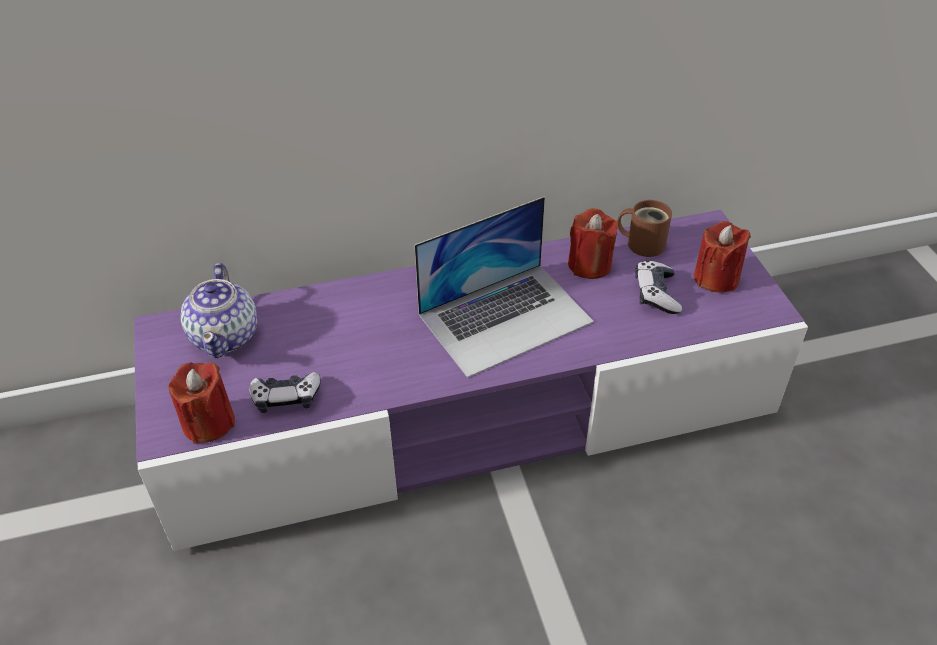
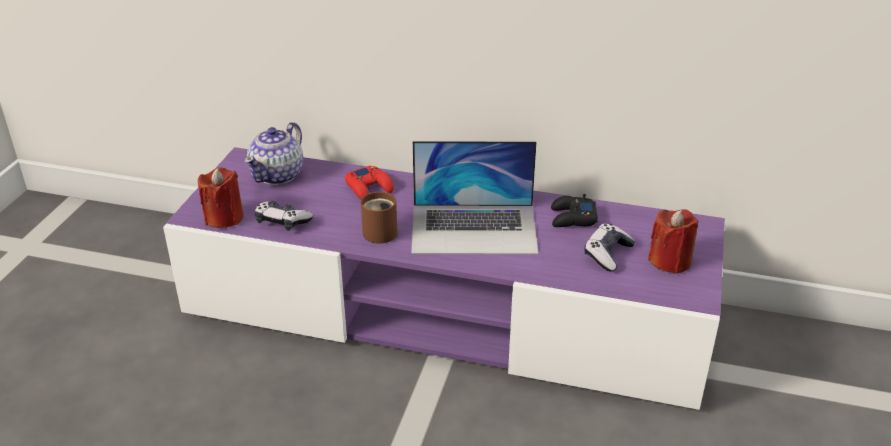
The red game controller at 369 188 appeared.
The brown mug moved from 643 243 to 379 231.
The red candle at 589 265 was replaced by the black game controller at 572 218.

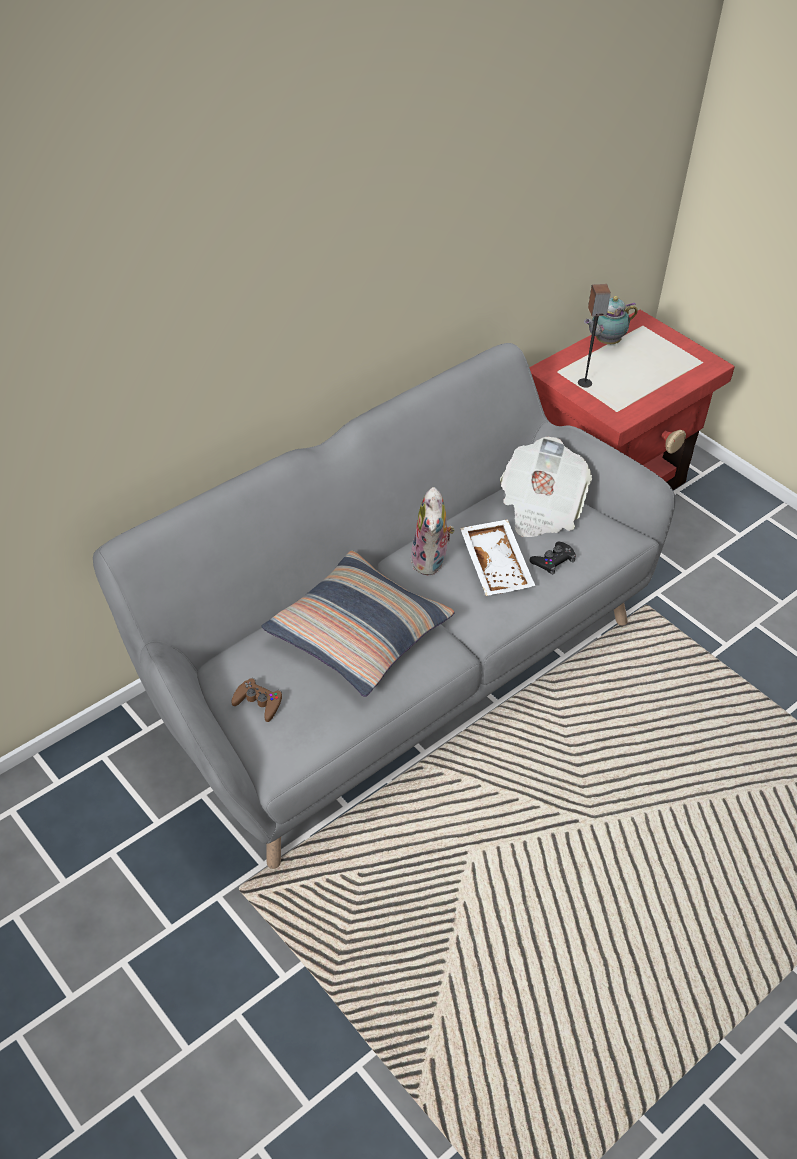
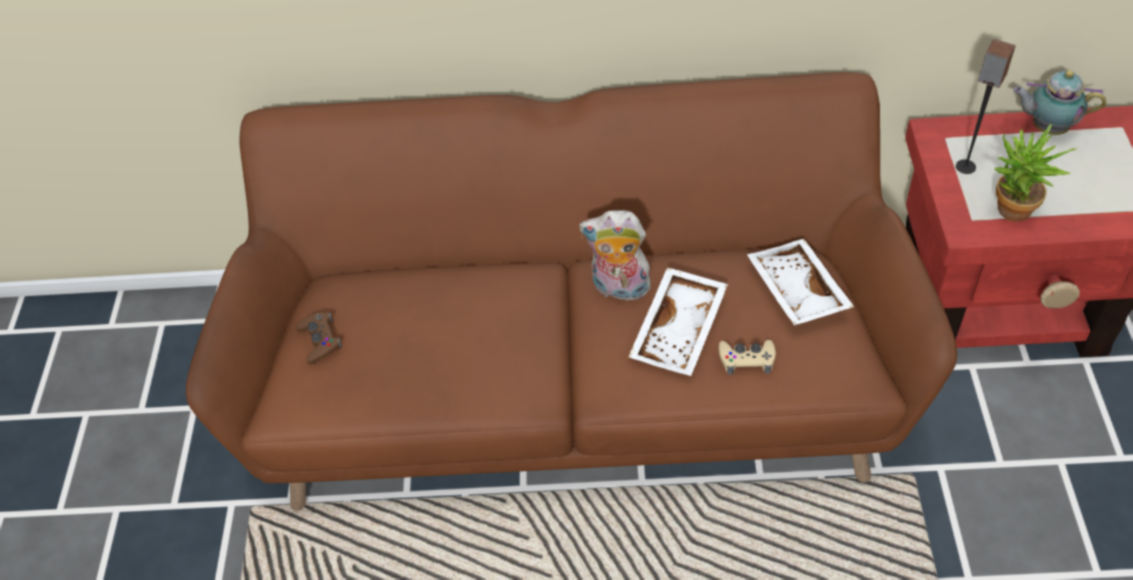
The grey sofa at 395 668 became the brown sofa at 575 385.
The plush toy at 431 561 turned 60 degrees clockwise.
The black game controller at 553 561 became the beige game controller at 746 359.
The newspaper at 540 508 was replaced by the white tray at 795 291.
The potted plant at 1010 214 appeared.
The pillow at 358 634 disappeared.

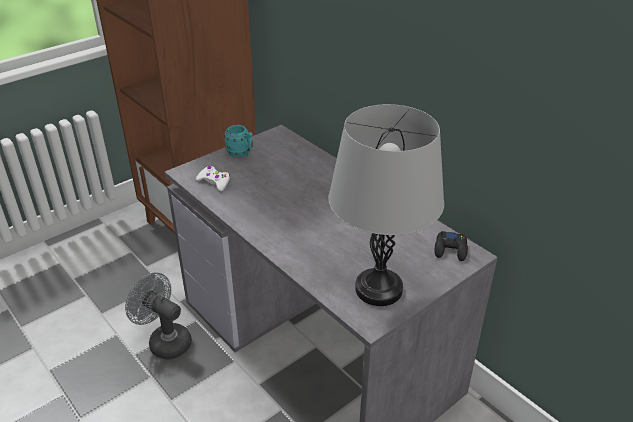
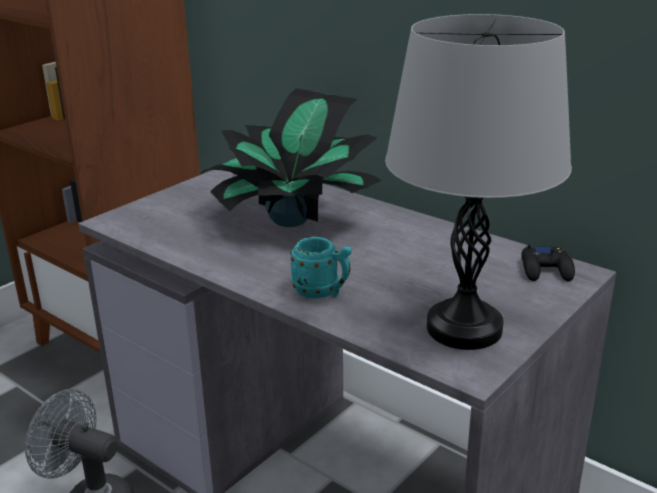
The potted plant at 291 220 appeared.
The turquoise mug moved from 241 154 to 322 292.
The white game controller at 214 182 disappeared.

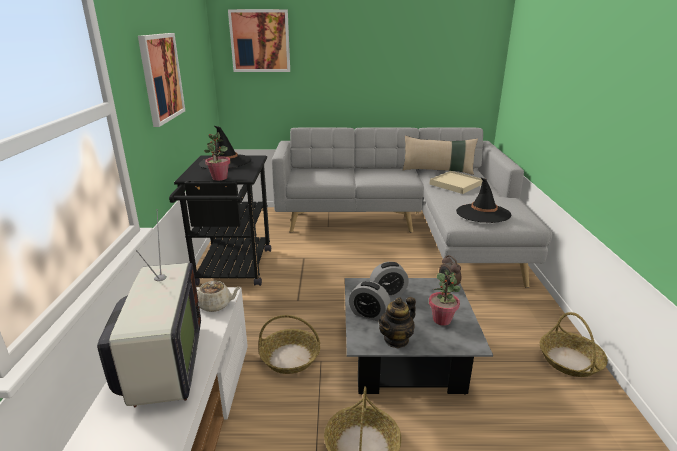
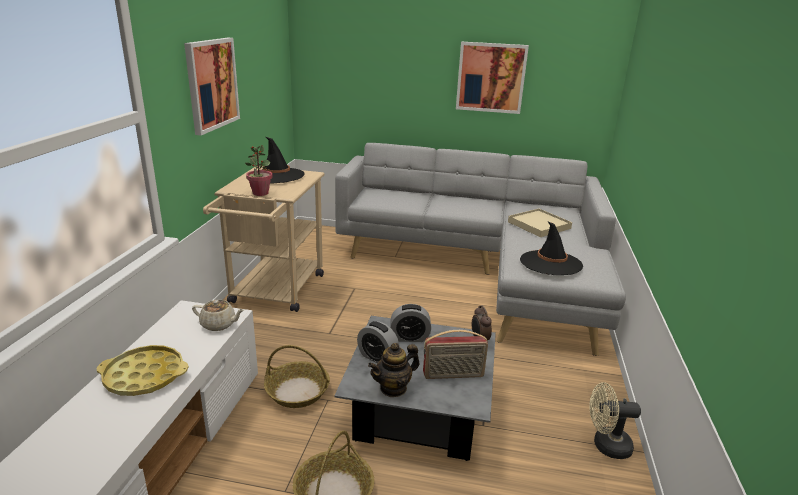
The television at 162 366 was replaced by the yellow tray at 144 376.
The black cart at 232 271 became the beige cart at 274 293.
The potted plant at 442 320 was replaced by the radio at 453 375.
The picture moved from 260 41 to 491 77.
The basket at 570 361 was replaced by the beige fan at 605 445.
The beige pillow at 438 171 disappeared.

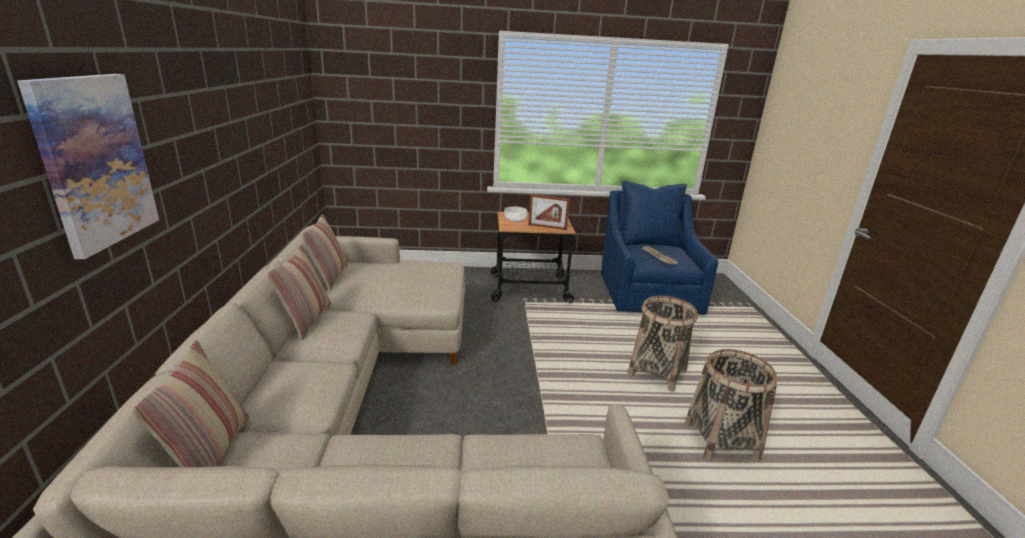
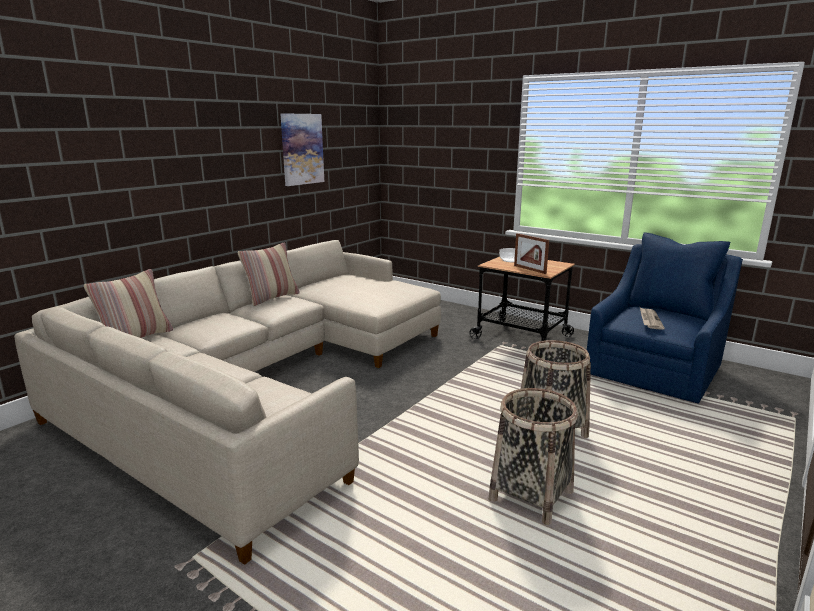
The picture moved from 95 162 to 302 149.
The pillow at 329 277 disappeared.

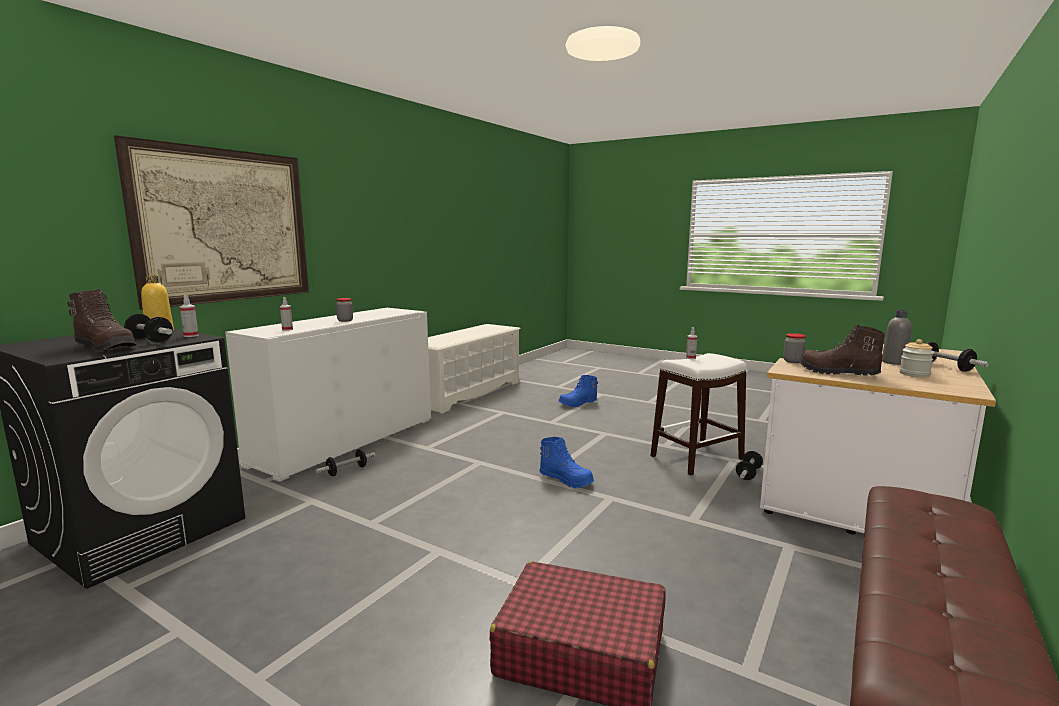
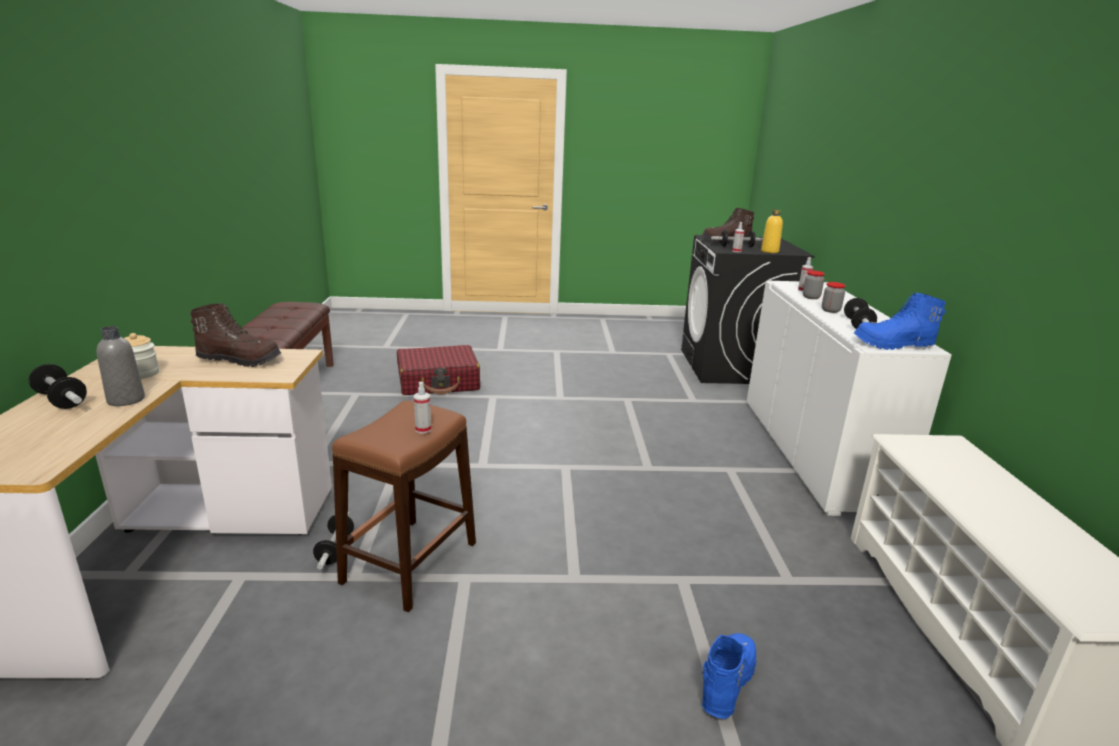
The white stool at 696 457 became the brown stool at 411 562.
The jar moved from 793 361 to 811 297.
The dumbbell moved from 347 471 to 857 325.
The blue boot moved from 566 480 to 893 345.
The picture at 225 226 disappeared.

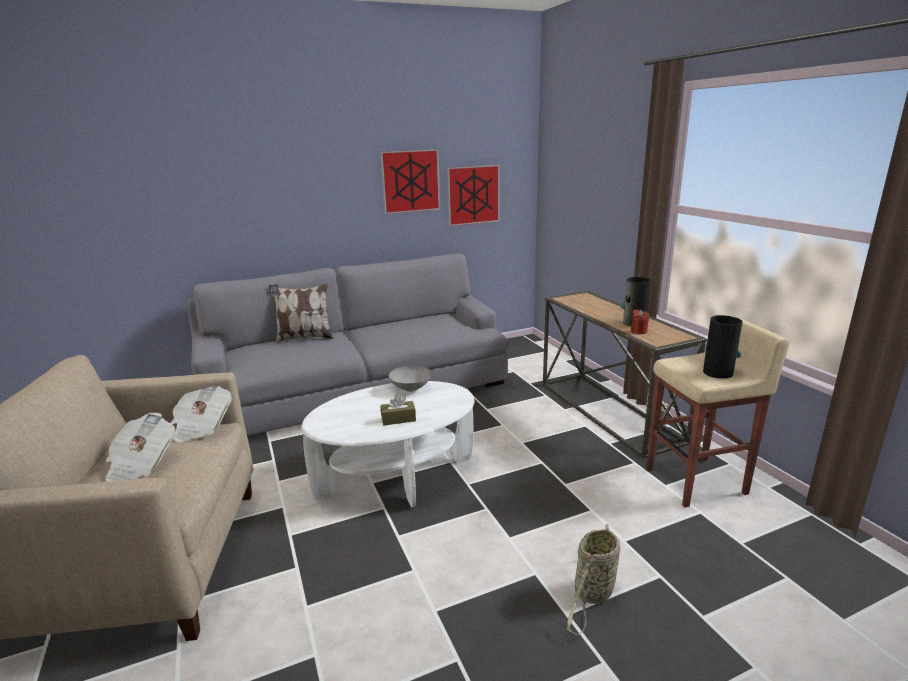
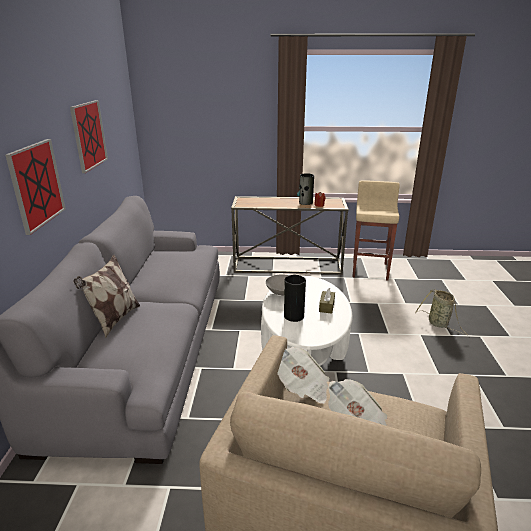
The picture moved from 473 195 to 36 185.
The vase moved from 718 372 to 293 315.

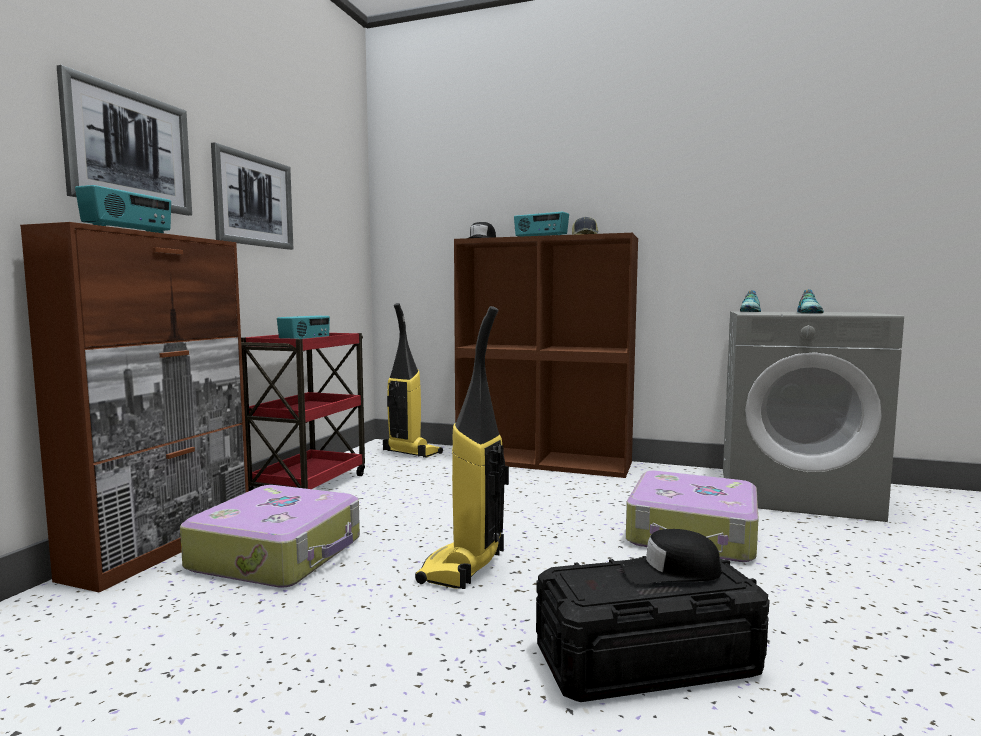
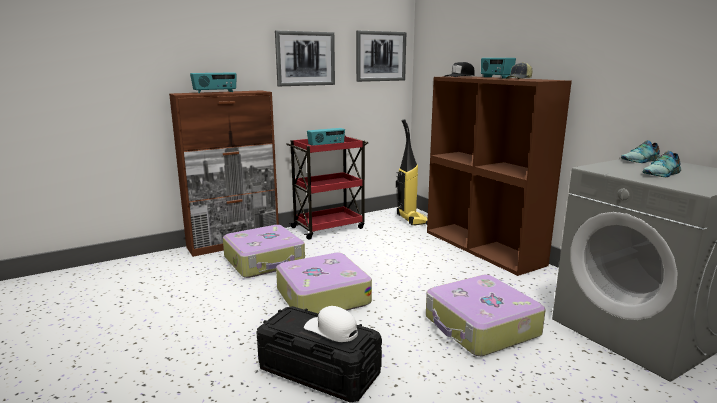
The vacuum cleaner at 463 568 was replaced by the suitcase at 322 296.
The black cap at 670 571 became the white cap at 331 330.
The picture moved from 129 149 to 381 56.

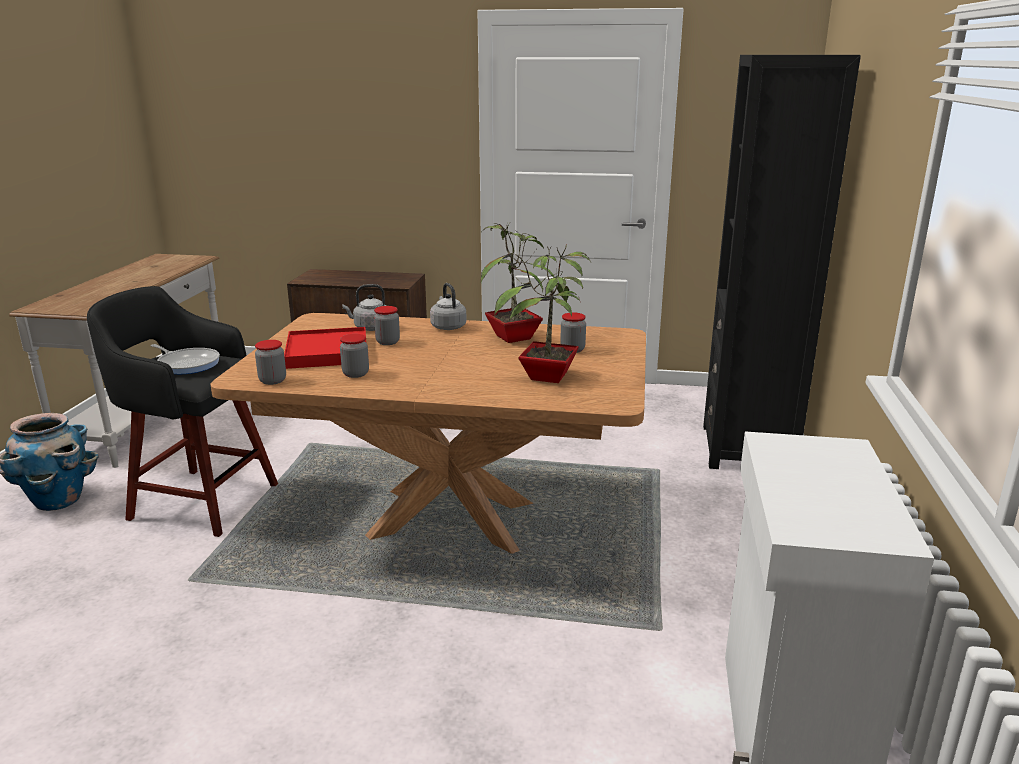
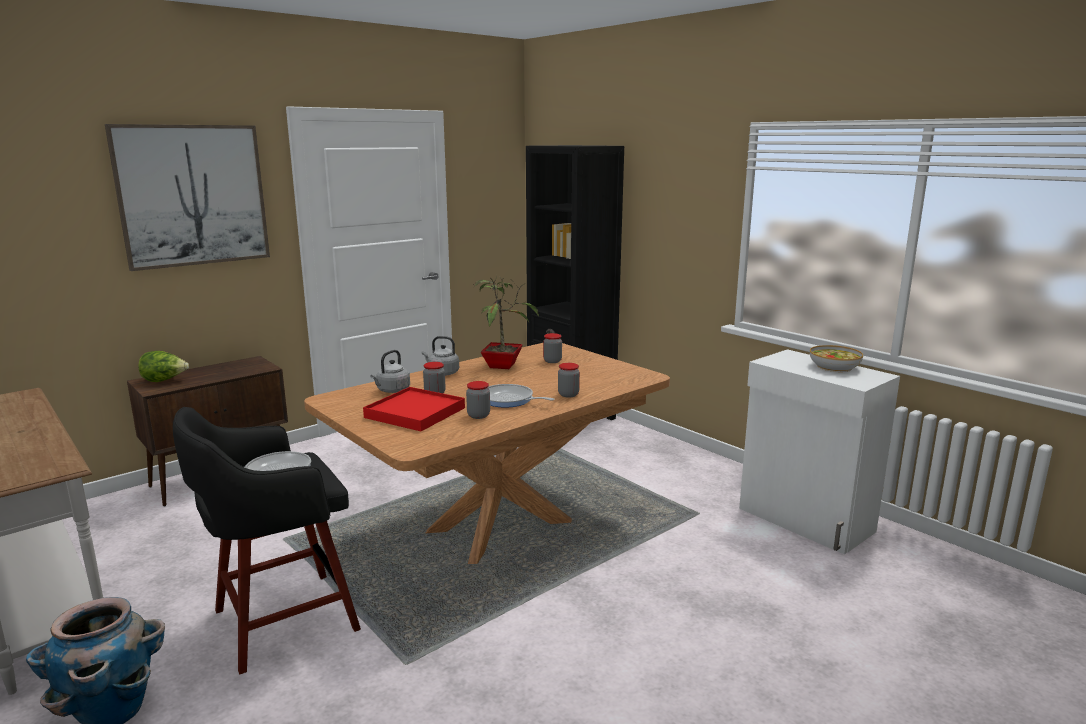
The picture at 193 195 appeared.
The lettuce at 164 380 appeared.
The frying pan at 509 400 appeared.
The jar moved from 272 380 to 568 394.
The bowl at 834 367 appeared.
The potted plant at 547 378 disappeared.

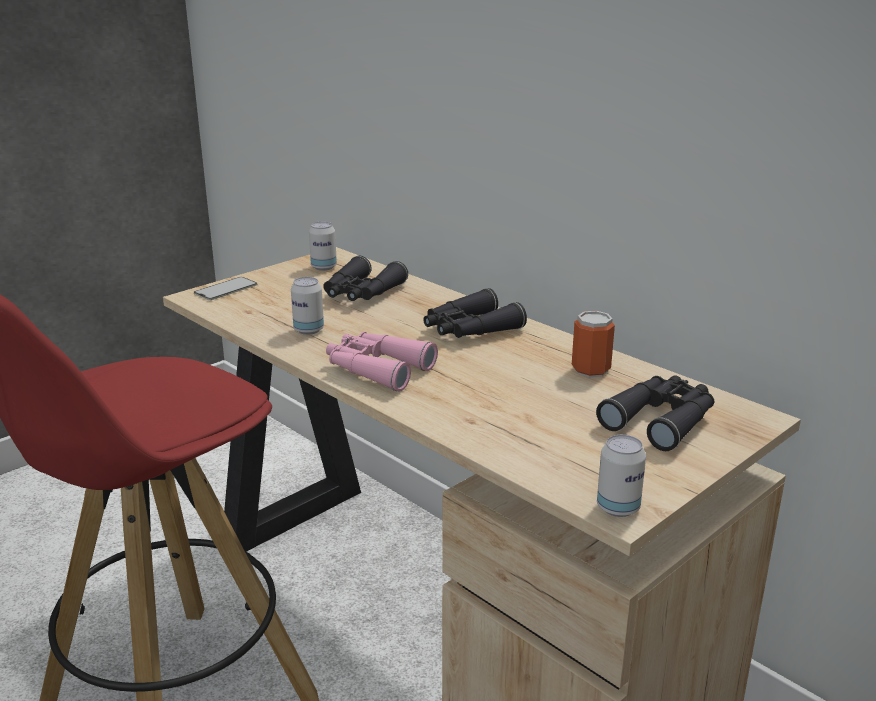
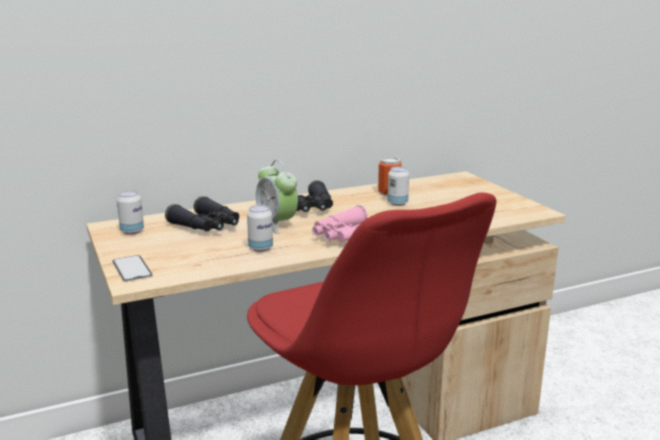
The alarm clock at 277 224 appeared.
The can moved from 618 508 to 397 203.
The black binoculars at 661 420 disappeared.

